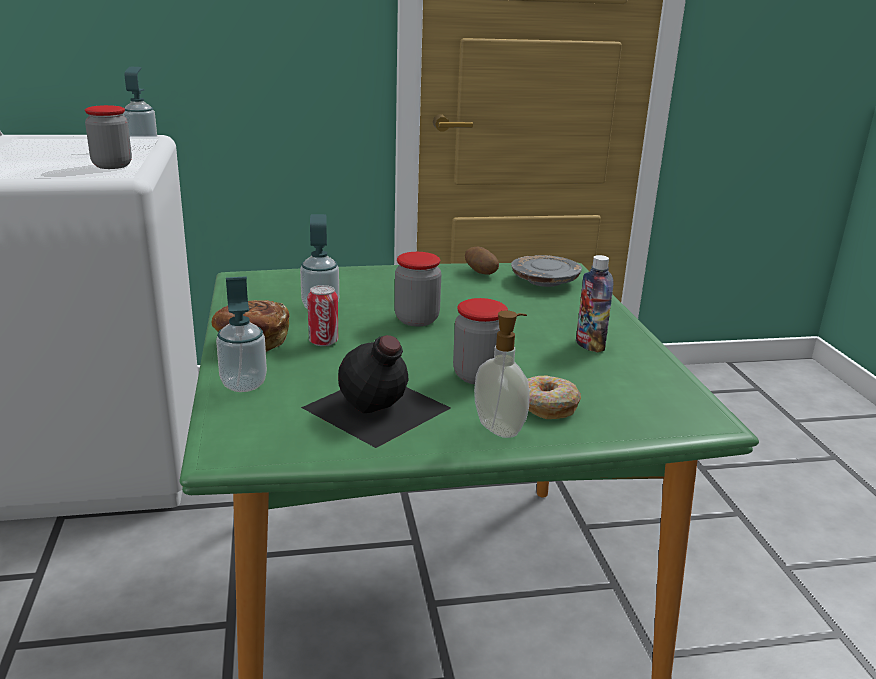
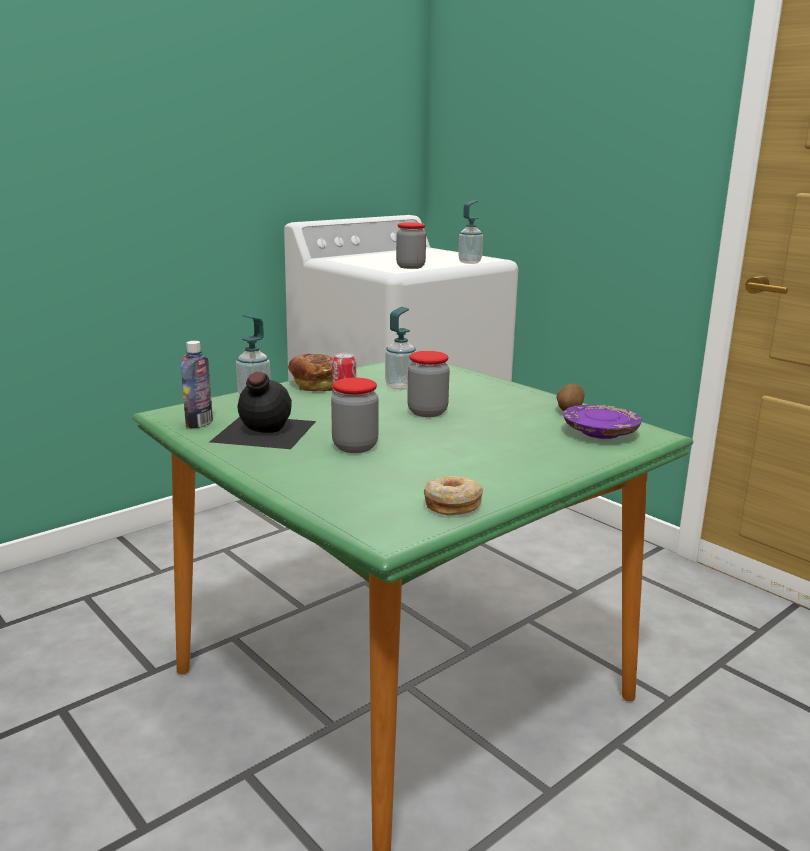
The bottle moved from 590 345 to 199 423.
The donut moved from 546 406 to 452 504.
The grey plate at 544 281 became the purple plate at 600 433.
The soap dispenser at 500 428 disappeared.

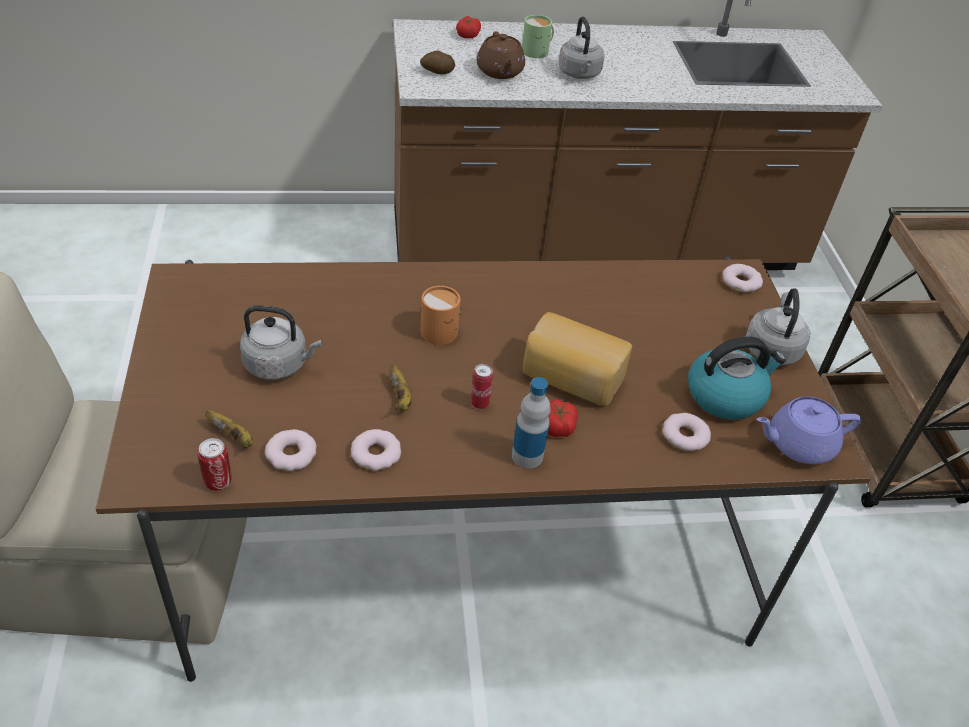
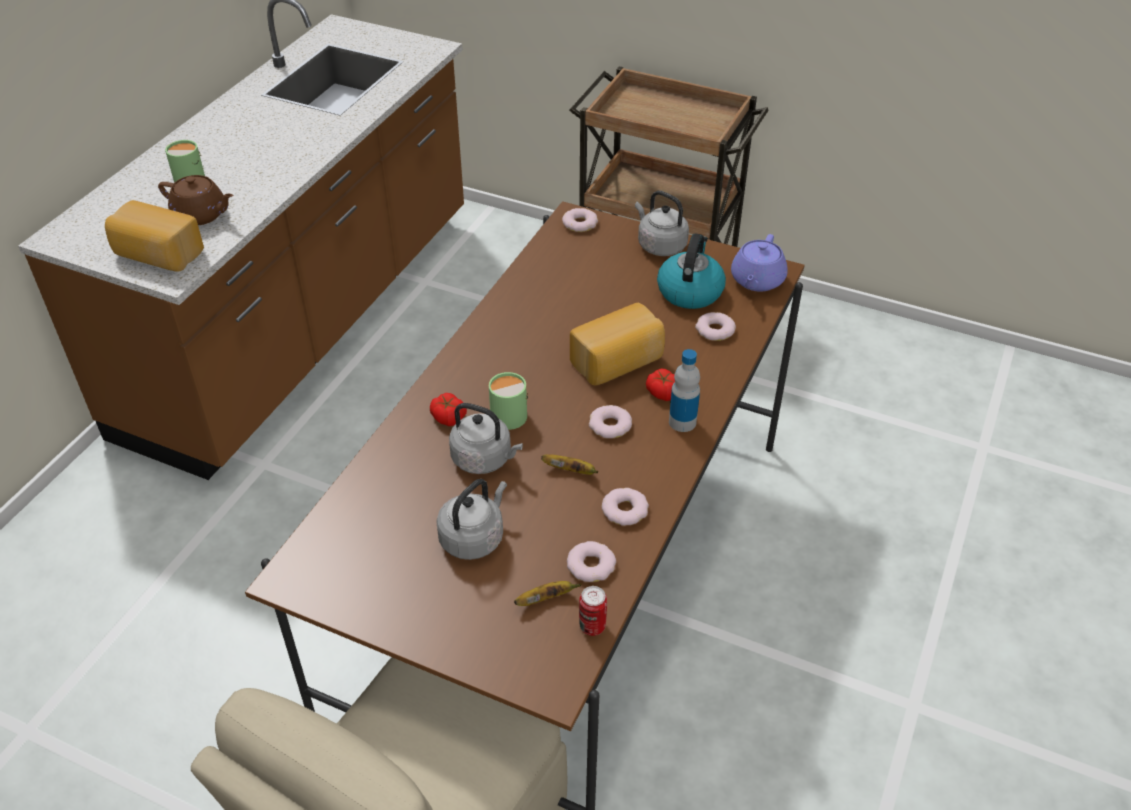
The potato at 437 72 was replaced by the bread at 157 255.
The tomato moved from 468 35 to 448 417.
The grey kettle moved from 579 74 to 484 459.
The orange mug at 442 329 became the green mug at 507 413.
The can at 480 403 was replaced by the donut at 610 425.

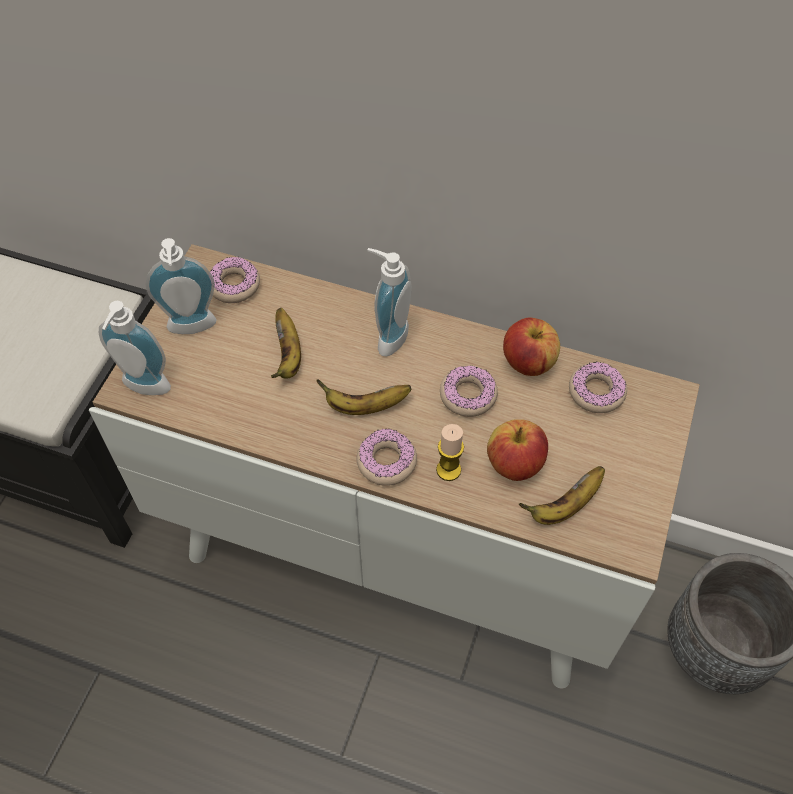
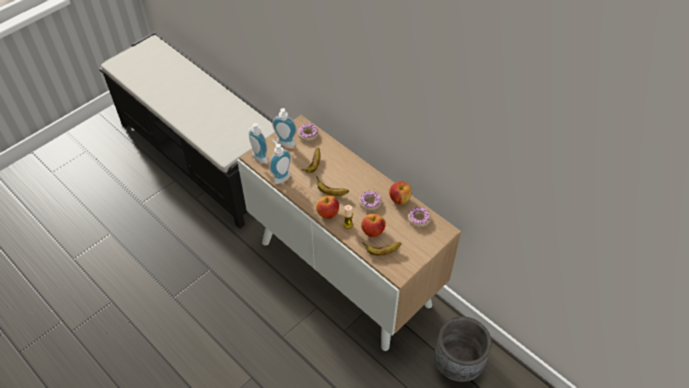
The soap dispenser moved from 387 336 to 280 177.
The donut at 386 461 was replaced by the apple at 328 213.

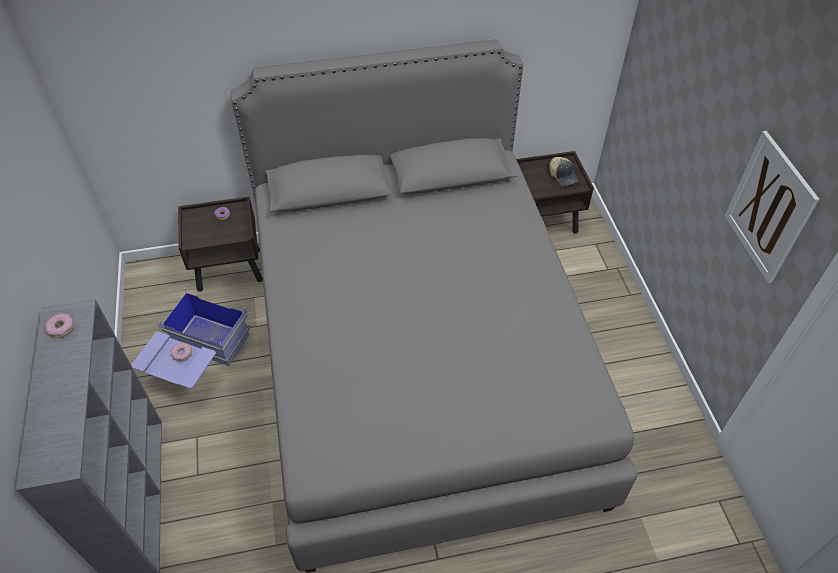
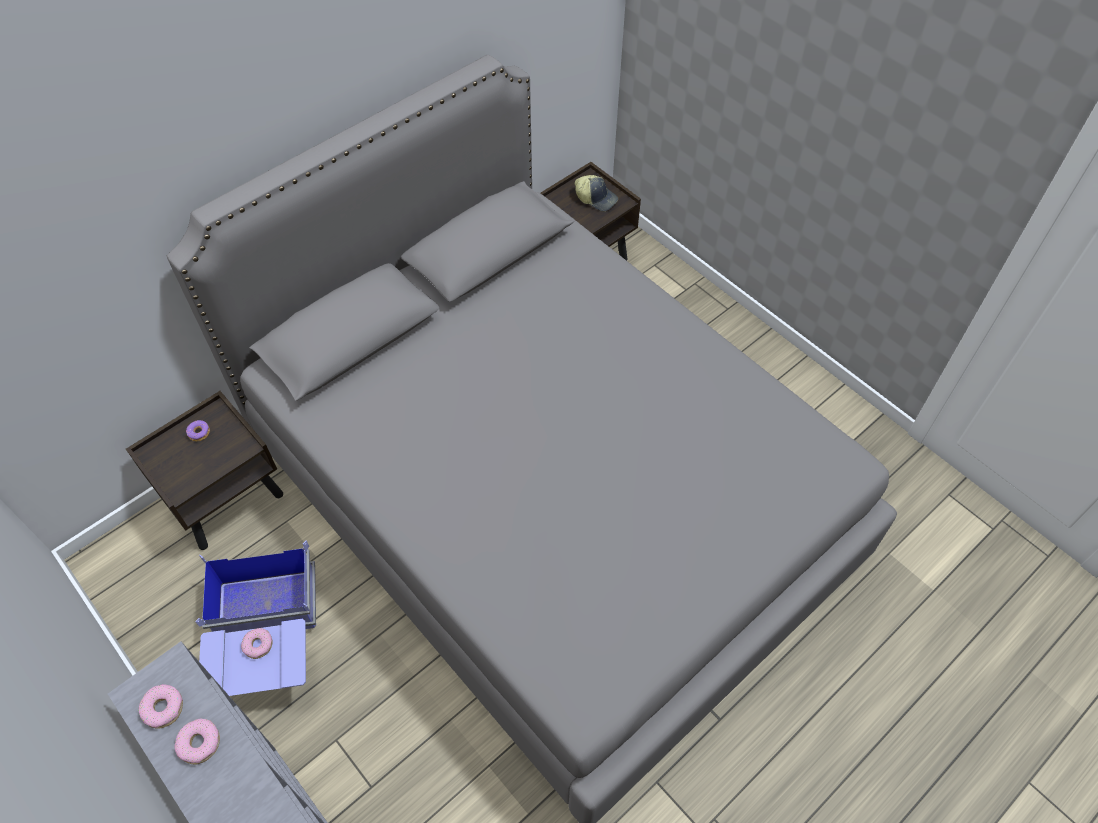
The donut at 199 743 appeared.
The picture at 769 208 disappeared.

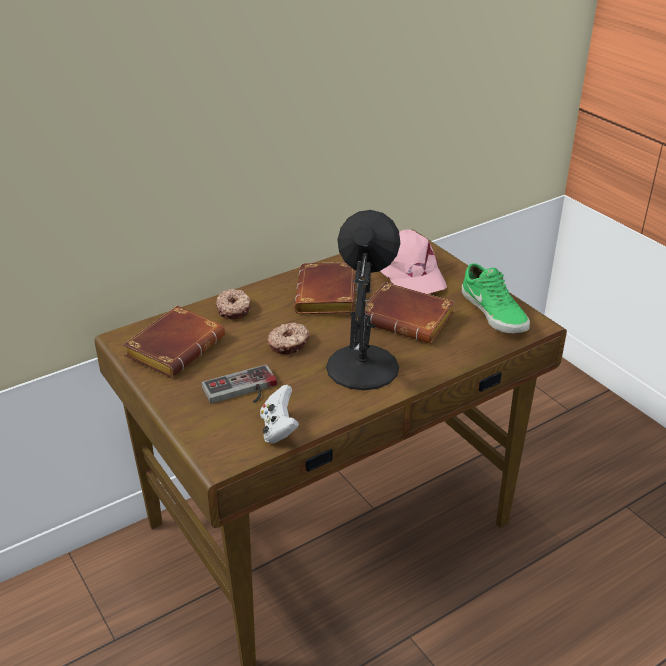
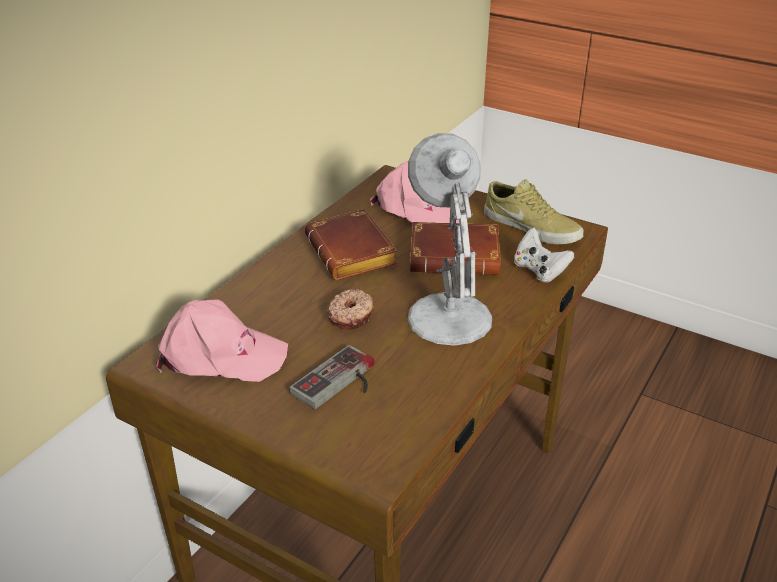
The brown book at 175 346 was replaced by the pink cap at 220 356.
The black table lamp at 362 364 became the white table lamp at 447 315.
The green shoe at 495 312 became the beige shoe at 532 227.
The white game controller moved from 278 429 to 539 271.
The donut at 234 309 disappeared.

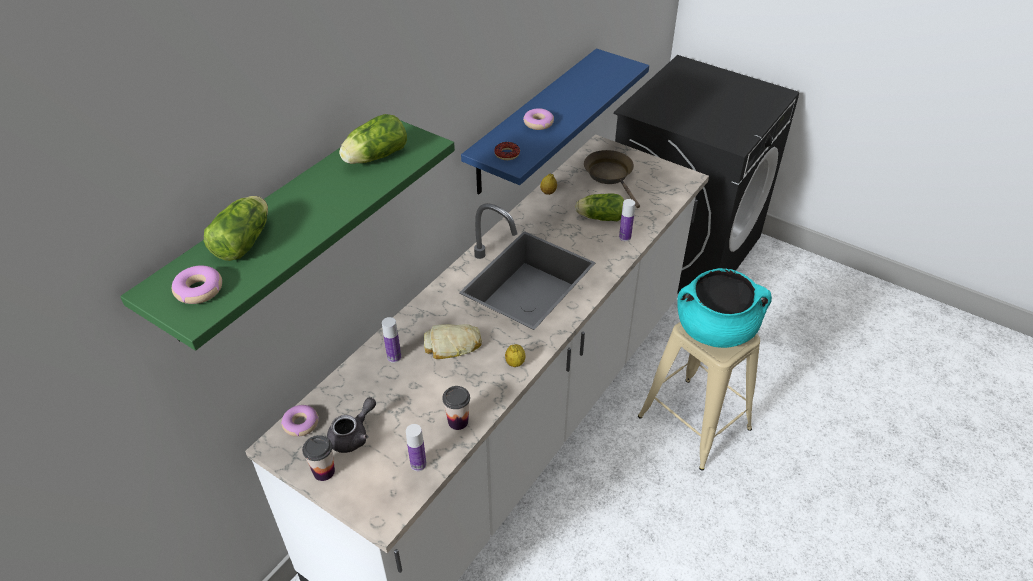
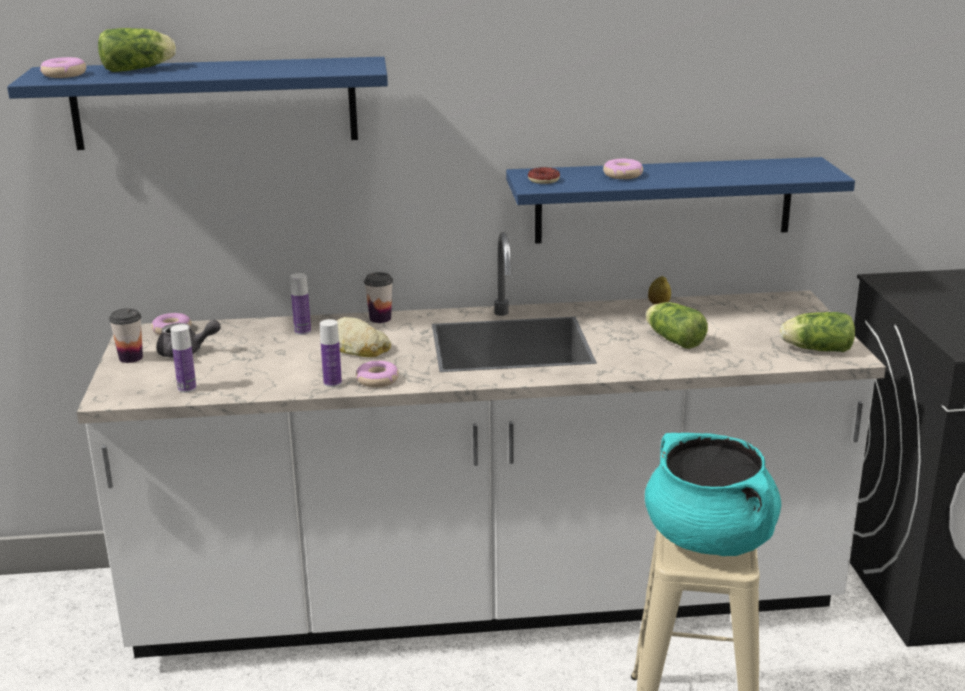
The green shelf at 279 226 became the blue shelf at 215 103.
The bottle moved from 625 237 to 332 383.
The lemon at 515 363 was replaced by the donut at 377 380.
The cup moved from 458 421 to 380 318.
The lettuce moved from 373 157 to 814 349.
The brown frying pan at 610 176 disappeared.

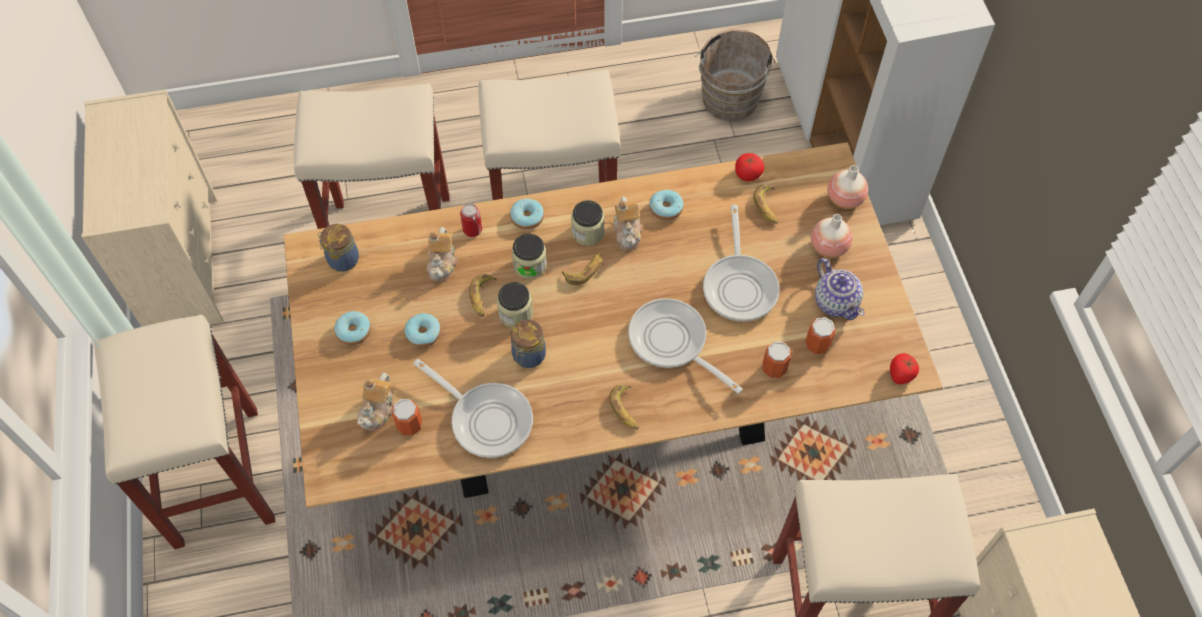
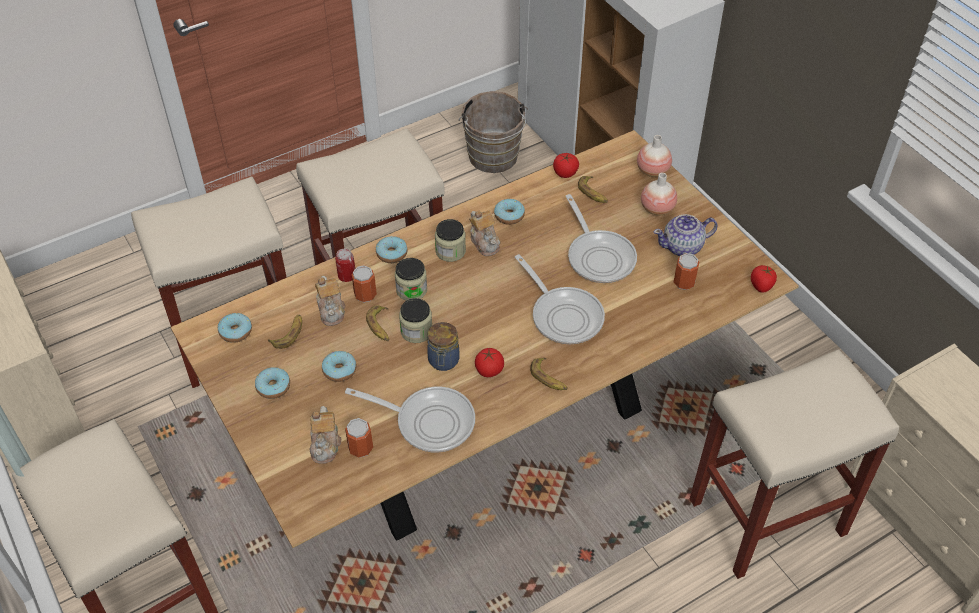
The jar at 342 259 was replaced by the donut at 236 332.
The banana moved from 584 270 to 289 334.
The can moved from 774 368 to 365 295.
The tomato at 489 370 appeared.
The frying pan at 672 343 turned 150 degrees counterclockwise.
The teapot at 836 301 turned 120 degrees clockwise.

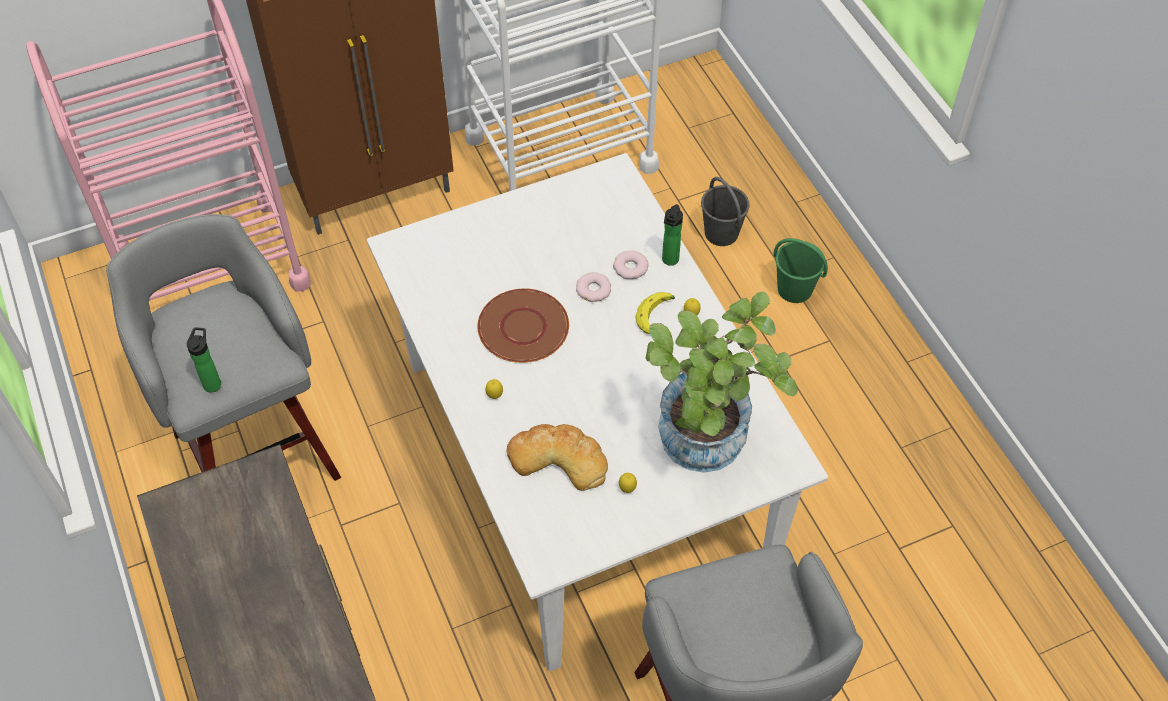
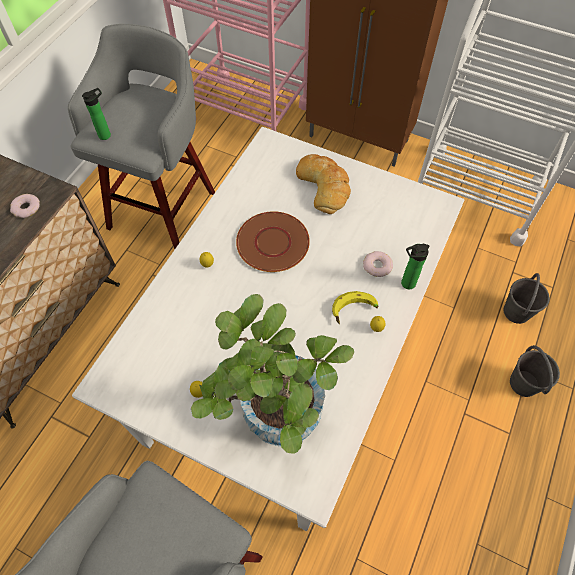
The donut moved from 593 290 to 26 208.
The bread moved from 559 458 to 324 185.
The green bucket at 795 289 became the grey bucket at 524 384.

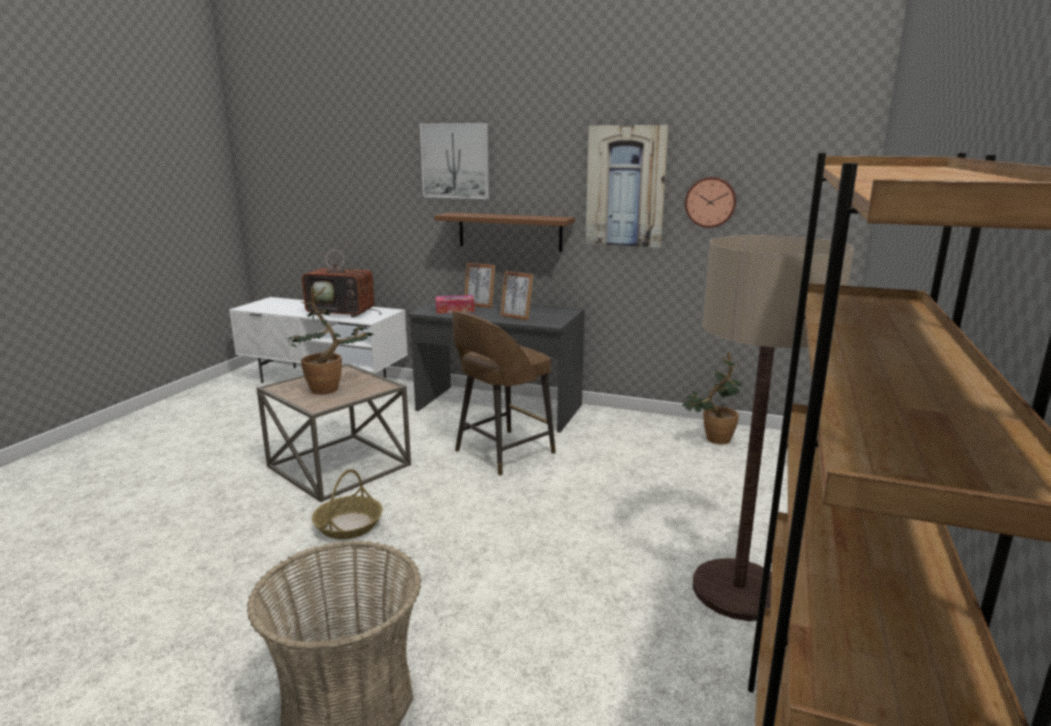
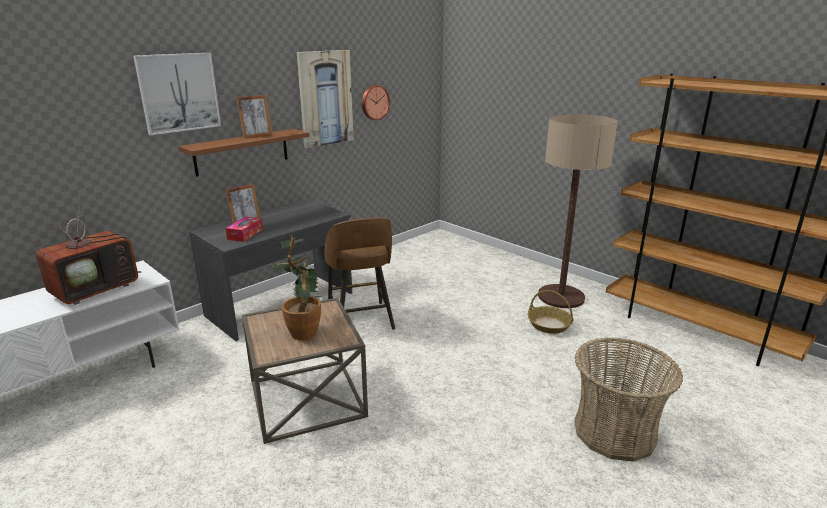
The picture frame moved from 516 317 to 257 136.
The basket moved from 348 525 to 549 325.
The potted plant at 712 440 disappeared.

